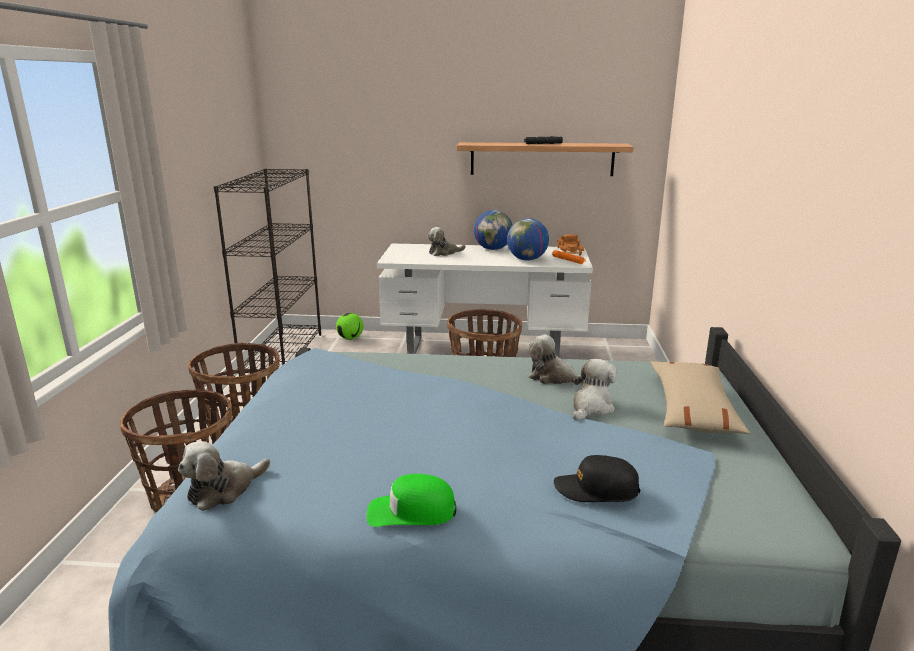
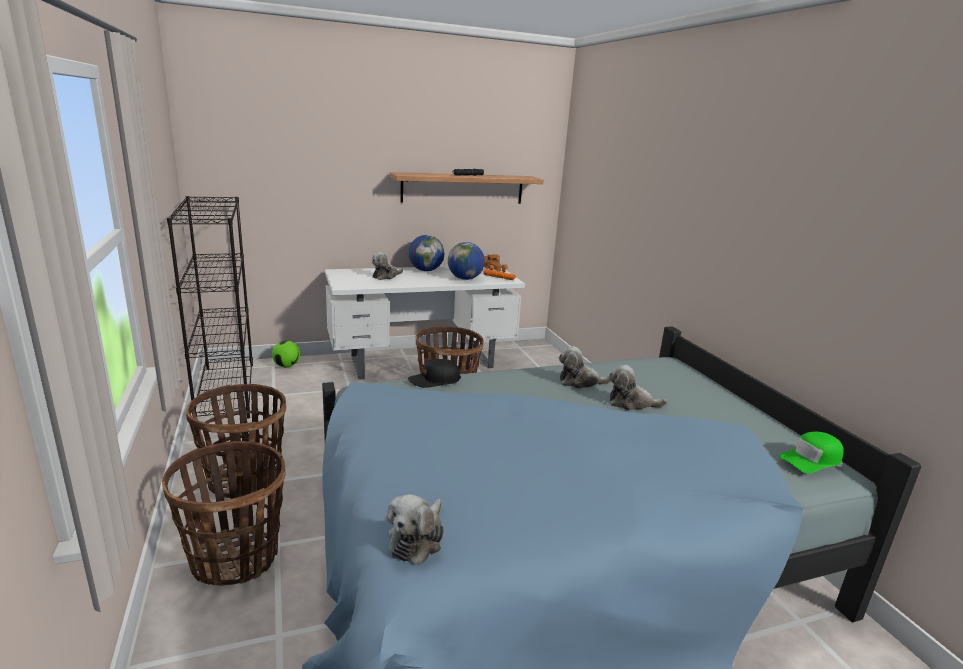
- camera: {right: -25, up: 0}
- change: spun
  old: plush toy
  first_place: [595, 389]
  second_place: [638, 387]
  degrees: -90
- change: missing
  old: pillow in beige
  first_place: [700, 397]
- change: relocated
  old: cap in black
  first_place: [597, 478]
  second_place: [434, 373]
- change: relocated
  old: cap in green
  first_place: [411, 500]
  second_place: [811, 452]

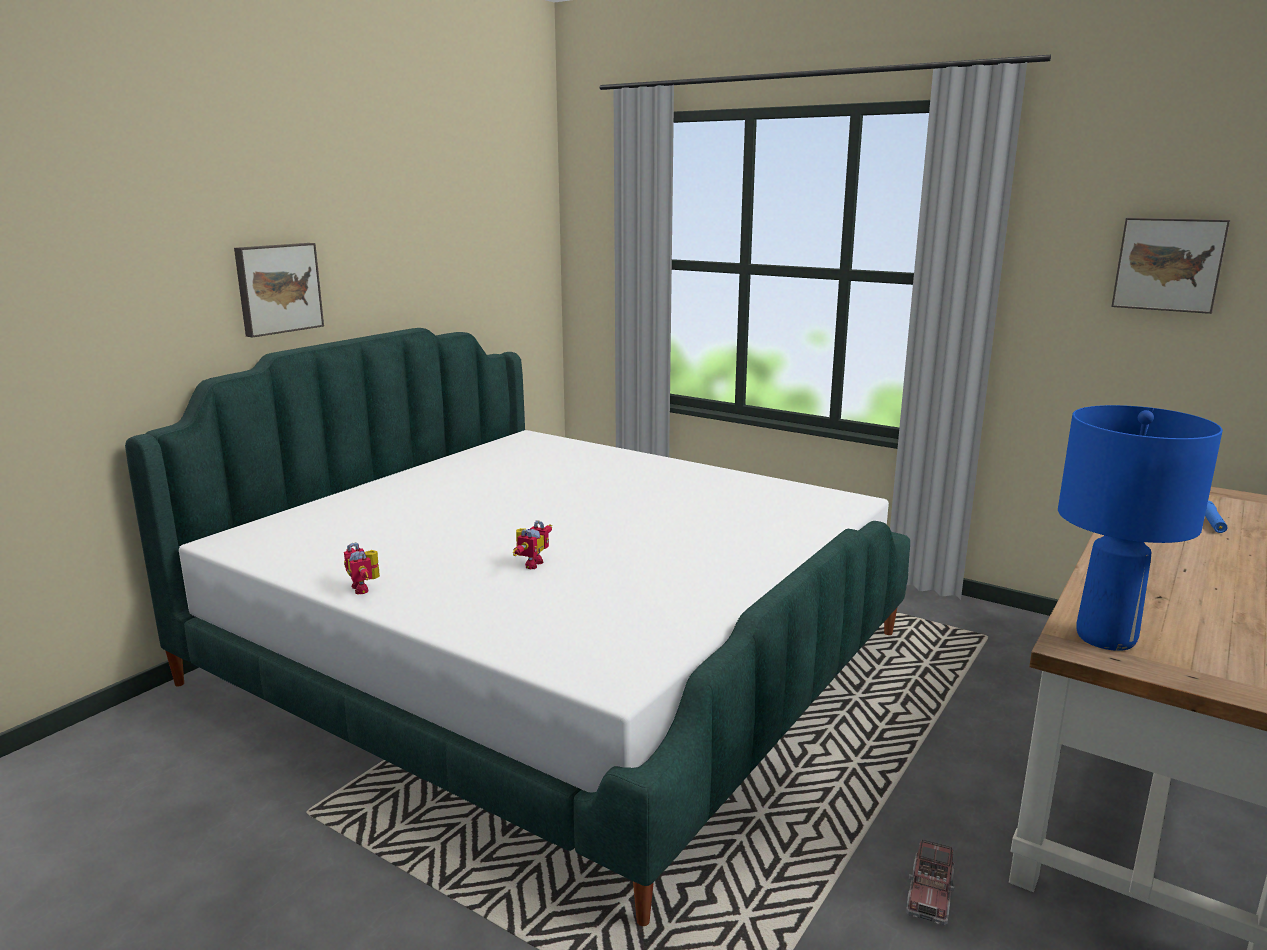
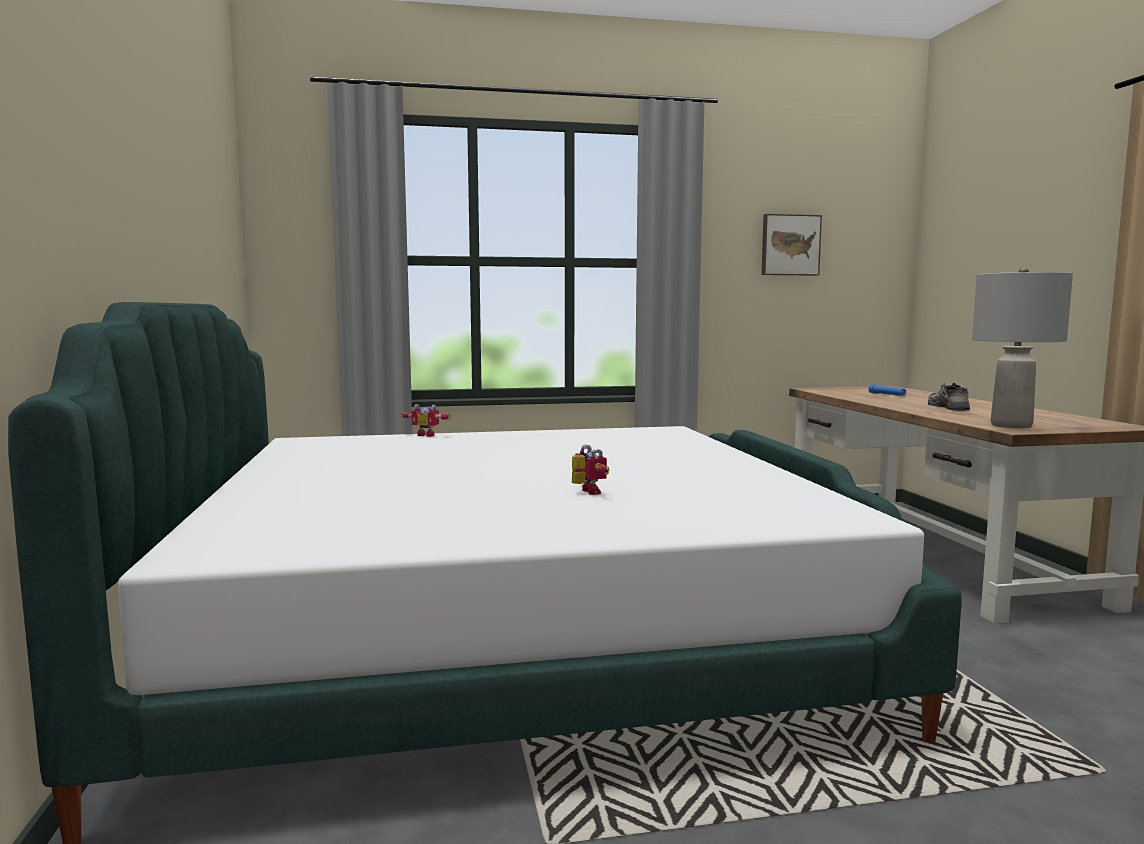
- camera: {right: -45, up: -10}
- change: missing
  old: picture
  first_place: [279, 290]
- change: colour
  old: table lamp in blue
  new: table lamp in grey
  first_place: [1140, 528]
  second_place: [1022, 347]
- change: relocated
  old: toy robot
  first_place: [362, 568]
  second_place: [425, 420]
- change: missing
  old: toy truck
  first_place: [930, 882]
- change: appeared
  new: shoe
  second_place: [949, 397]

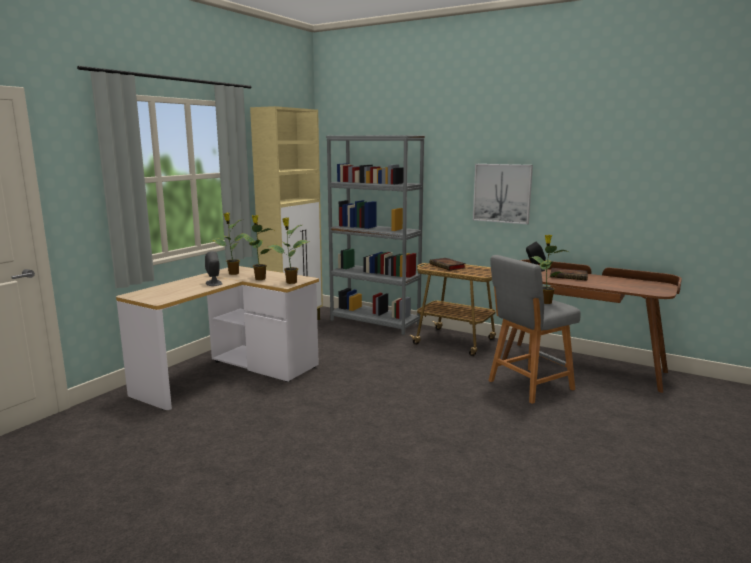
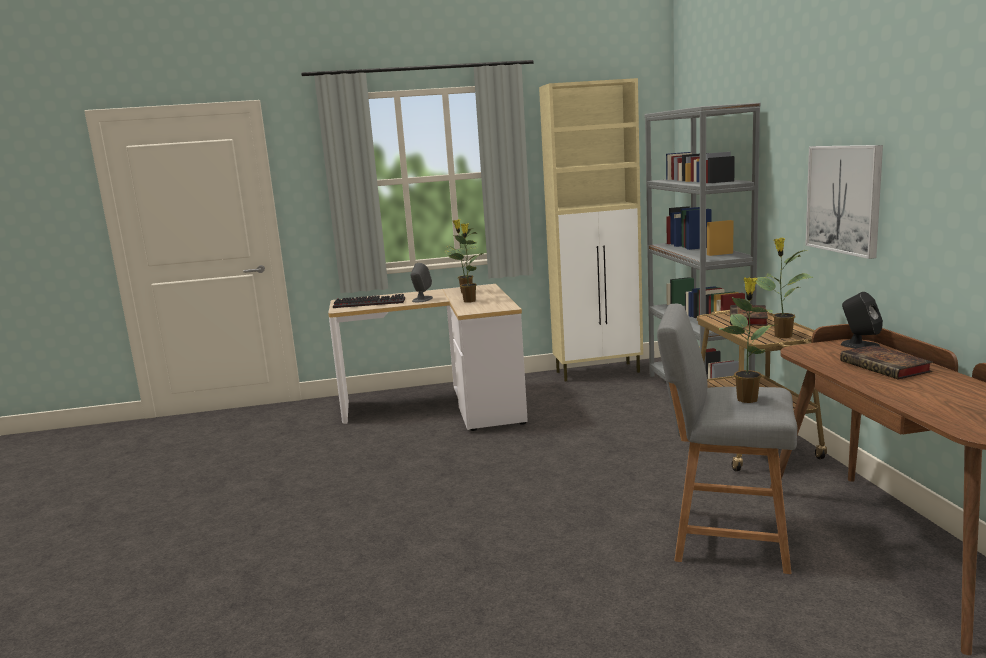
- camera: {right: 50, up: 0}
- change: relocated
  old: potted plant
  first_place: [288, 251]
  second_place: [784, 288]
- change: appeared
  new: keyboard
  second_place: [369, 301]

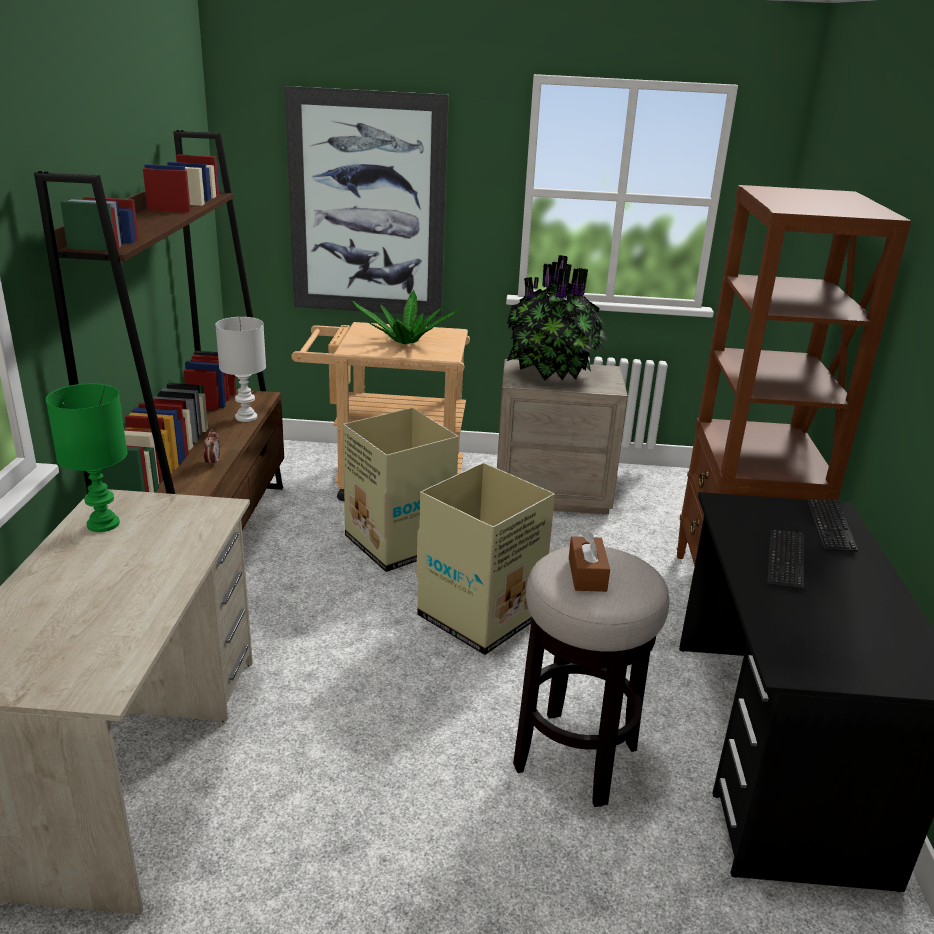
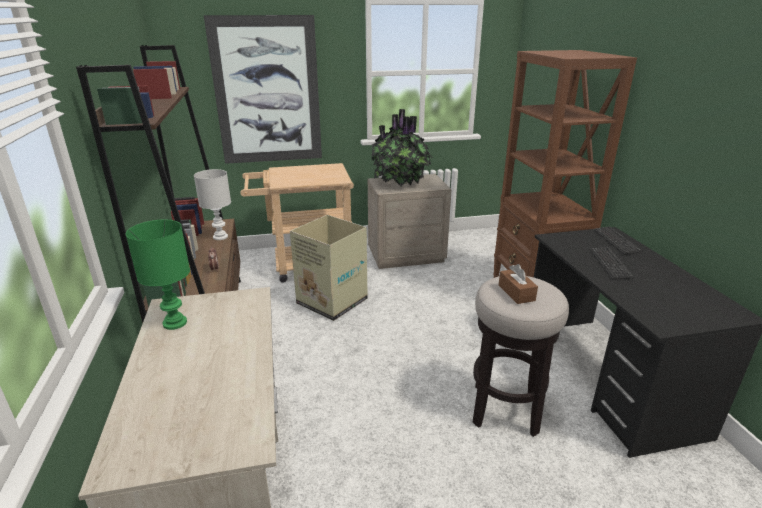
- camera: {right: -15, up: 0}
- change: missing
  old: potted plant
  first_place: [406, 317]
- change: missing
  old: cardboard box
  first_place: [485, 559]

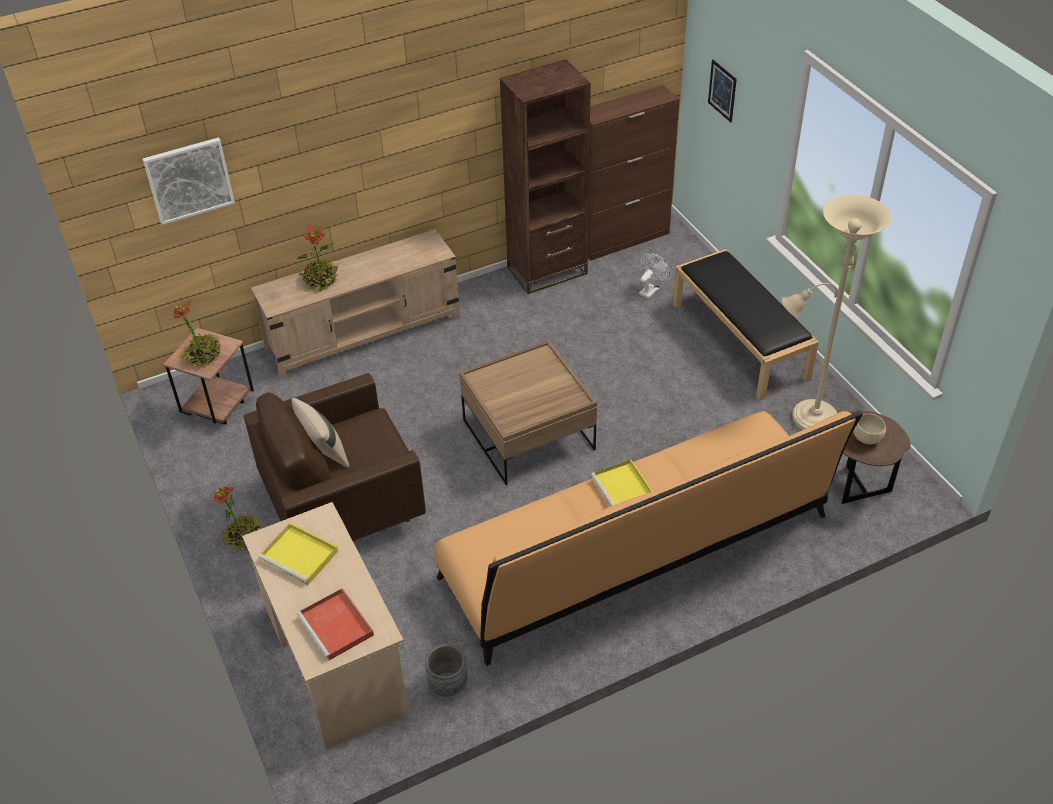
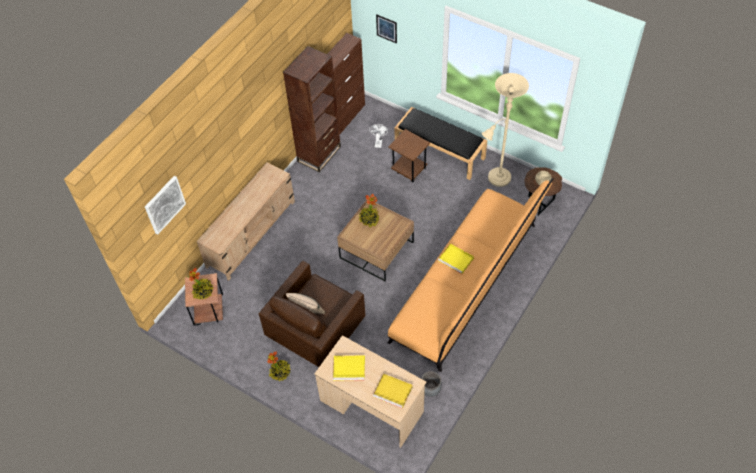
- camera: {right: -30, up: 10}
- change: relocated
  old: potted plant
  first_place: [317, 258]
  second_place: [369, 210]
- change: colour
  old: tray in red
  new: tray in yellow
  first_place: [335, 624]
  second_place: [393, 391]
- change: appeared
  new: side table in brown
  second_place: [409, 156]

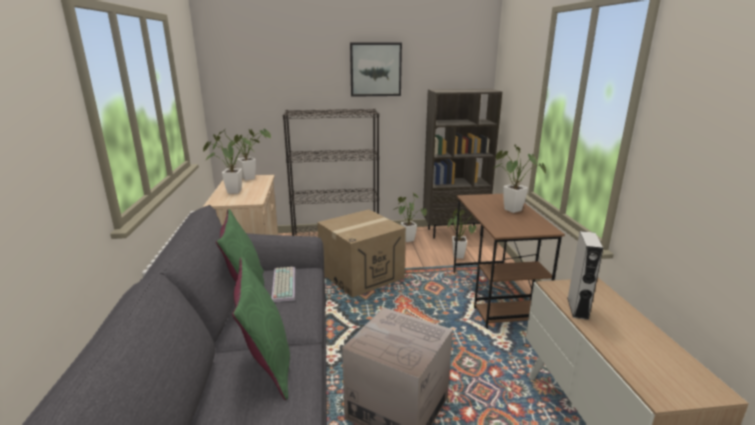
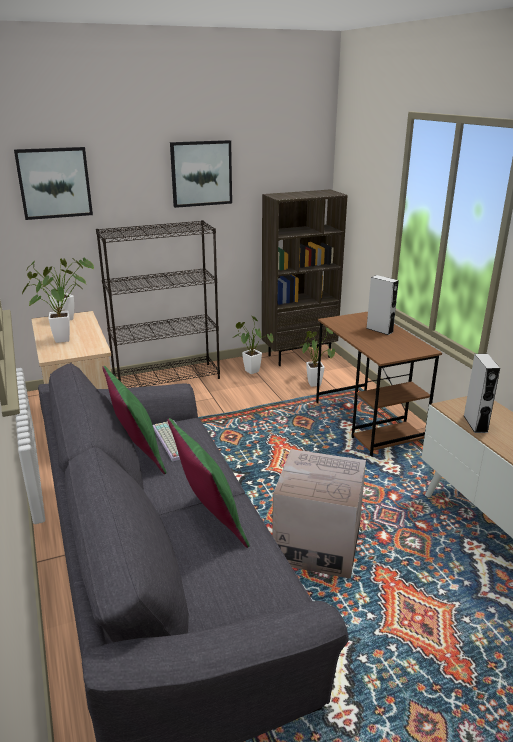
- camera: {right: -15, up: 5}
- change: exchanged
  old: potted plant
  new: speaker in grey
  first_place: [520, 179]
  second_place: [382, 305]
- change: missing
  old: cardboard box
  first_place: [361, 253]
- change: appeared
  new: picture
  second_place: [53, 183]

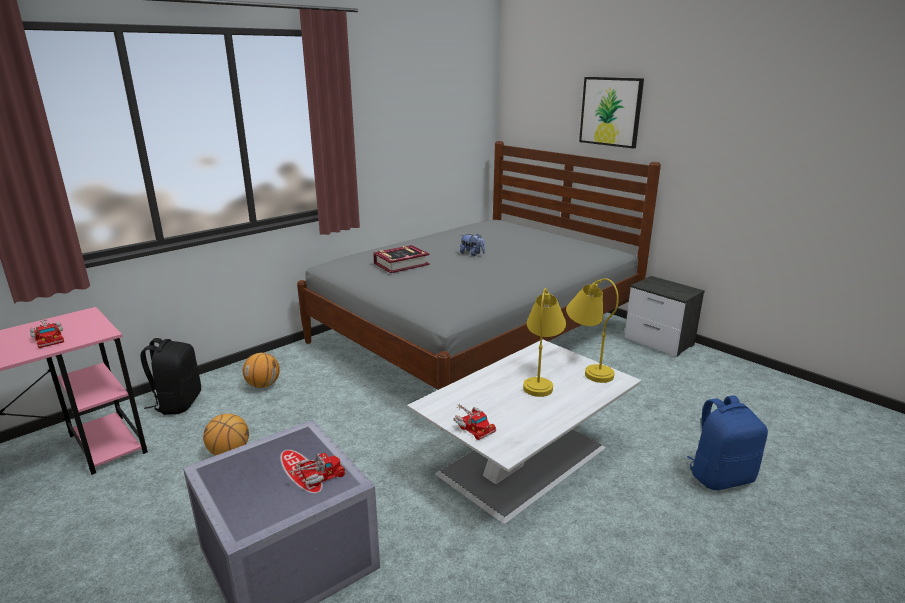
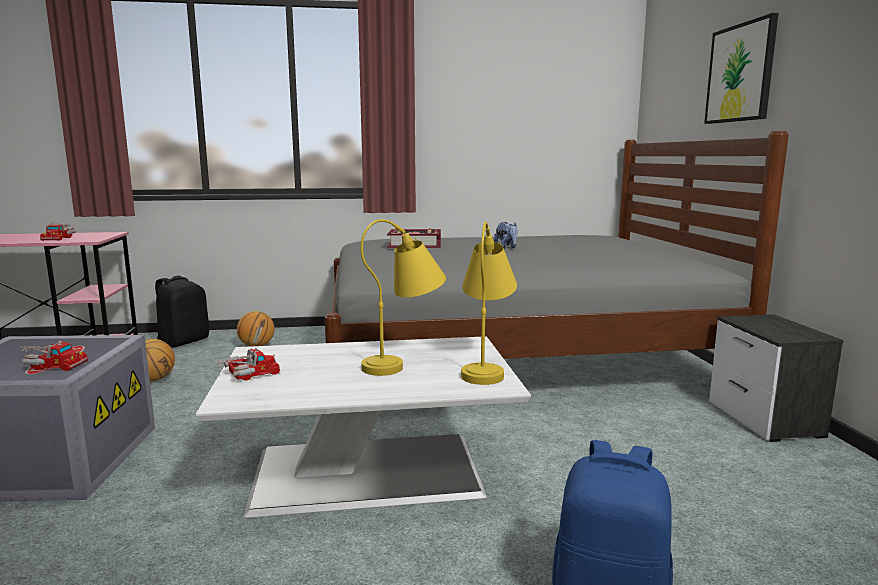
- camera: {right: 35, up: -10}
- change: spun
  old: toy truck
  first_place: [474, 421]
  second_place: [247, 364]
  degrees: -120

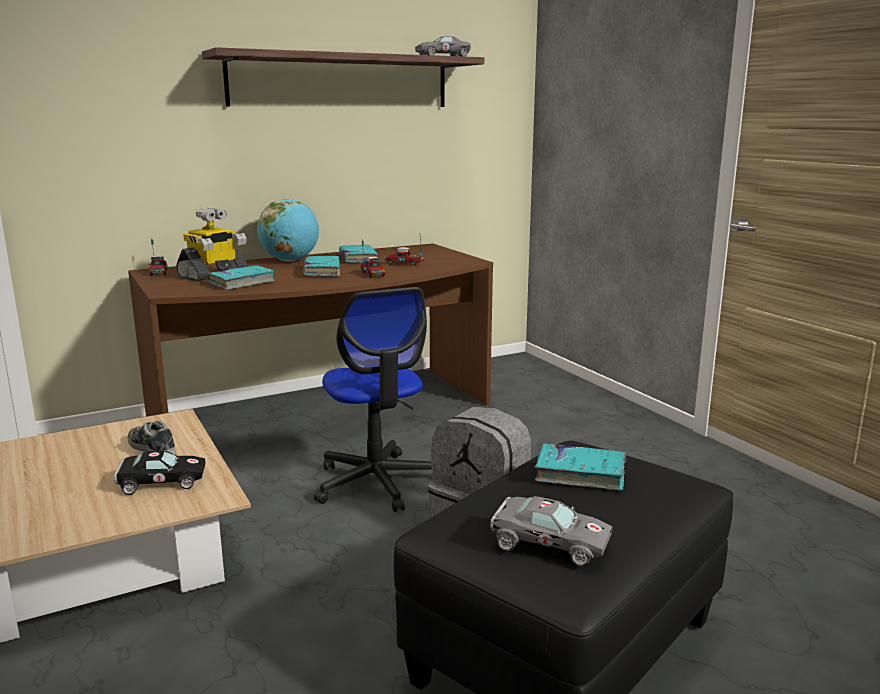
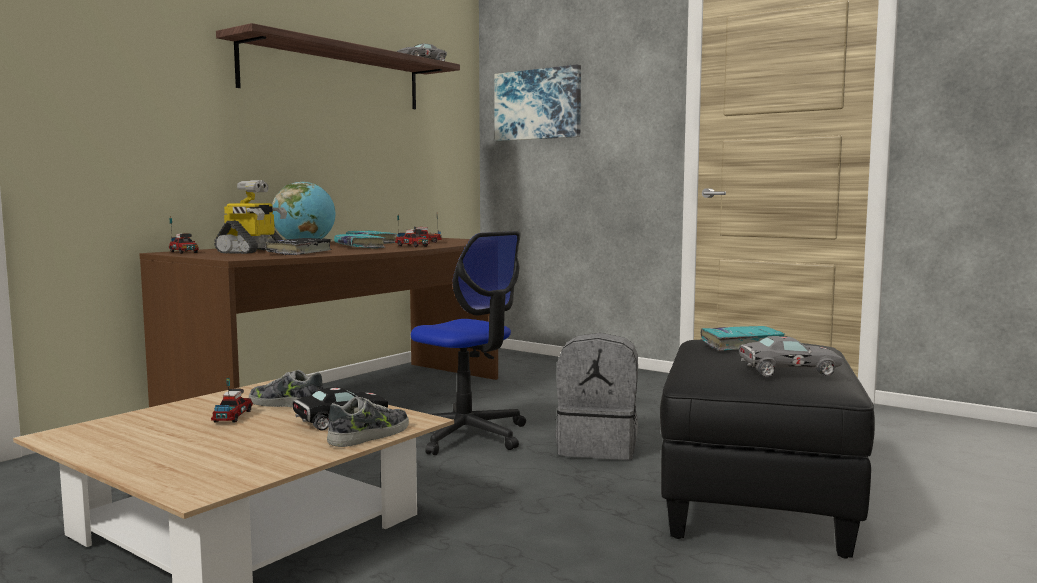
- camera: {right: -25, up: -10}
- change: colour
  old: book in turquoise
  new: book in black
  first_place: [241, 277]
  second_place: [298, 246]
- change: appeared
  new: picture
  second_place: [537, 103]
- change: appeared
  new: toy truck
  second_place: [232, 400]
- change: appeared
  new: shoe
  second_place: [368, 421]

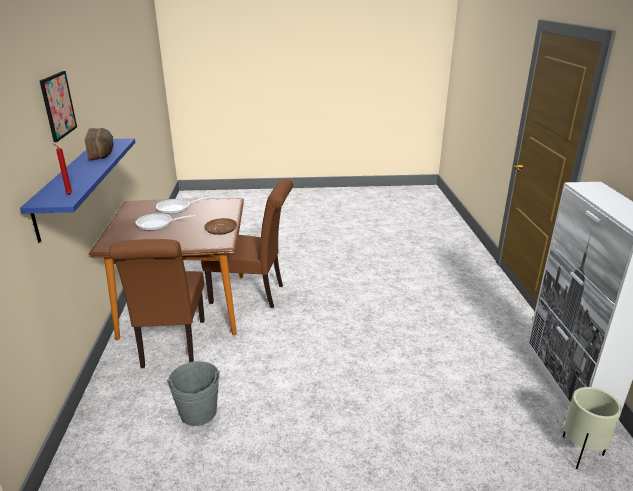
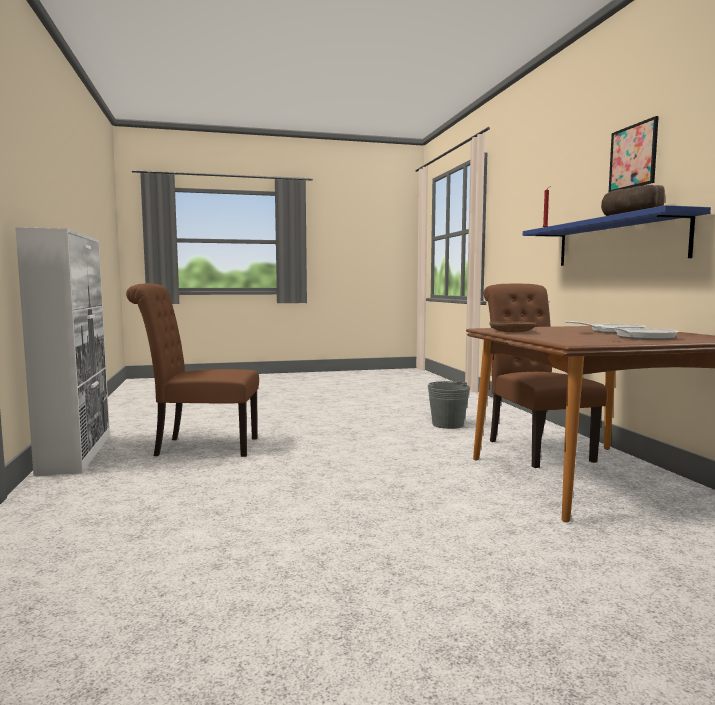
- camera: {right: 170, up: -20}
- change: relocated
  old: chair in brown
  first_place: [247, 243]
  second_place: [192, 370]
- change: missing
  old: planter in beige
  first_place: [592, 428]

